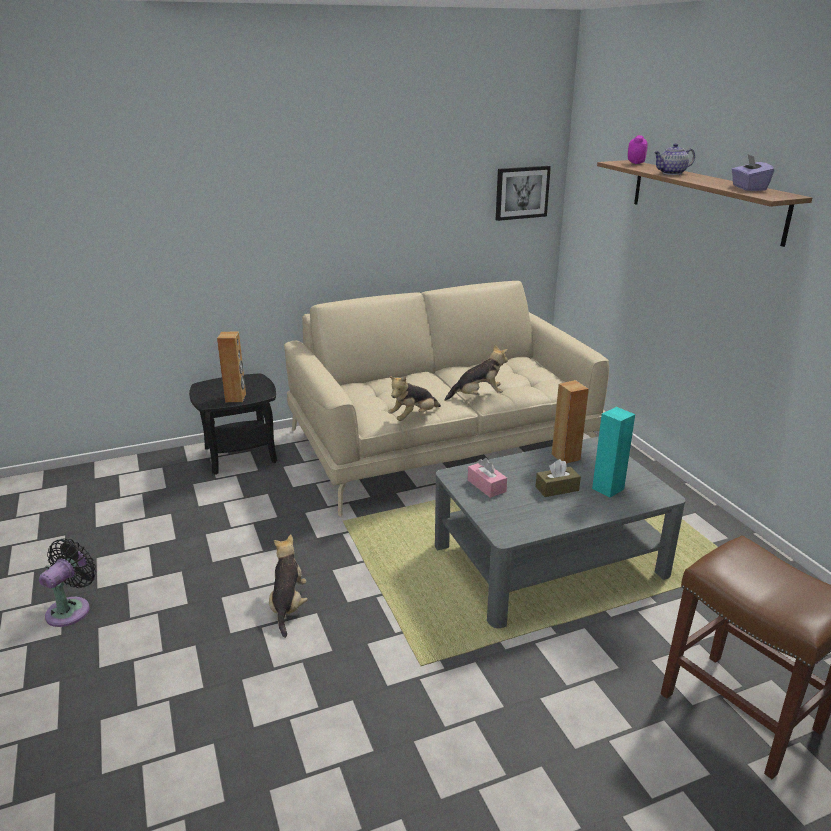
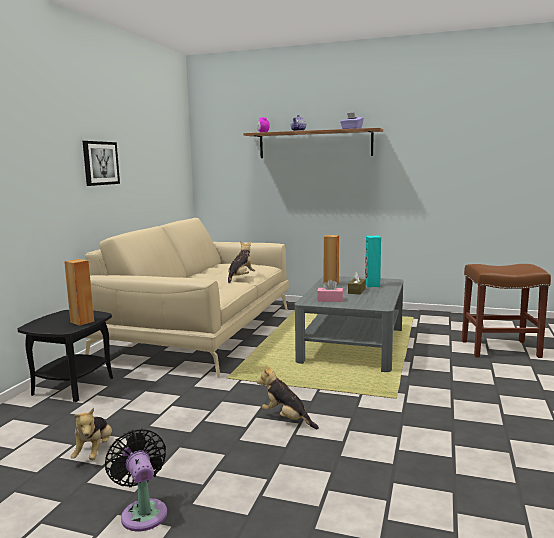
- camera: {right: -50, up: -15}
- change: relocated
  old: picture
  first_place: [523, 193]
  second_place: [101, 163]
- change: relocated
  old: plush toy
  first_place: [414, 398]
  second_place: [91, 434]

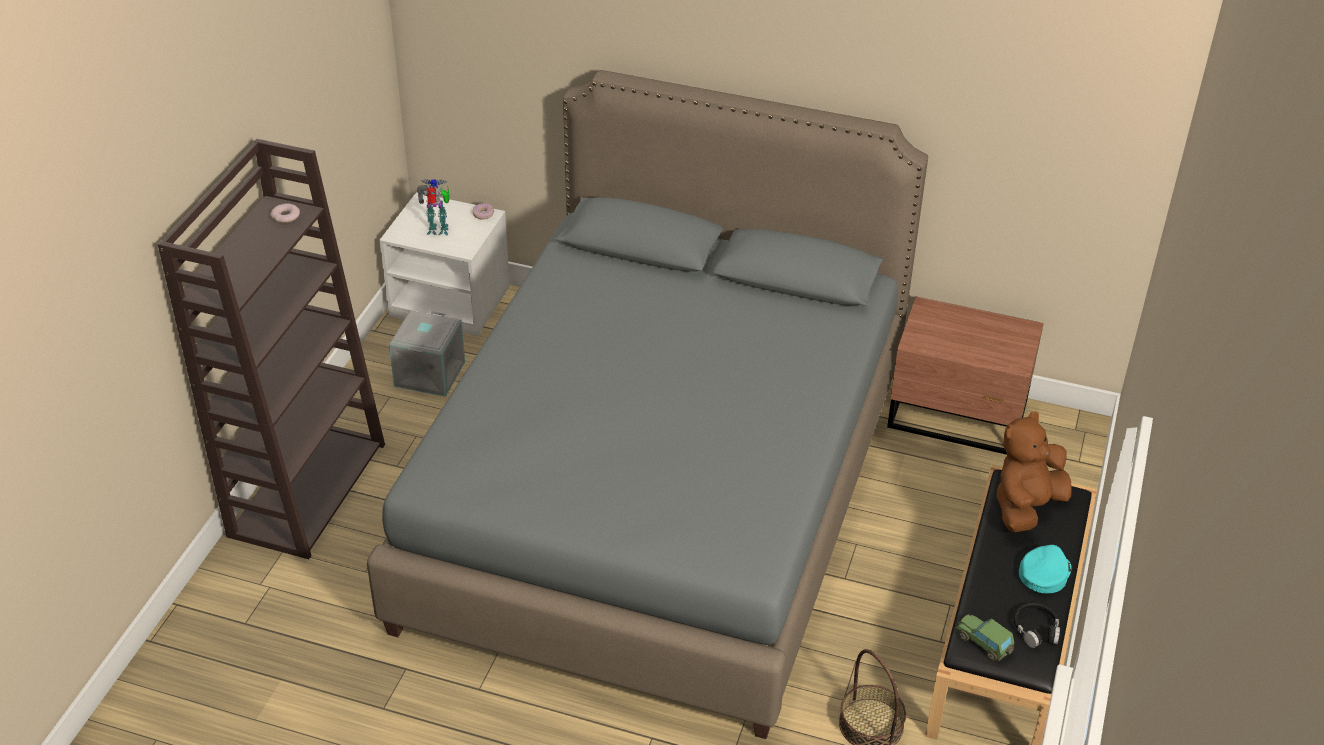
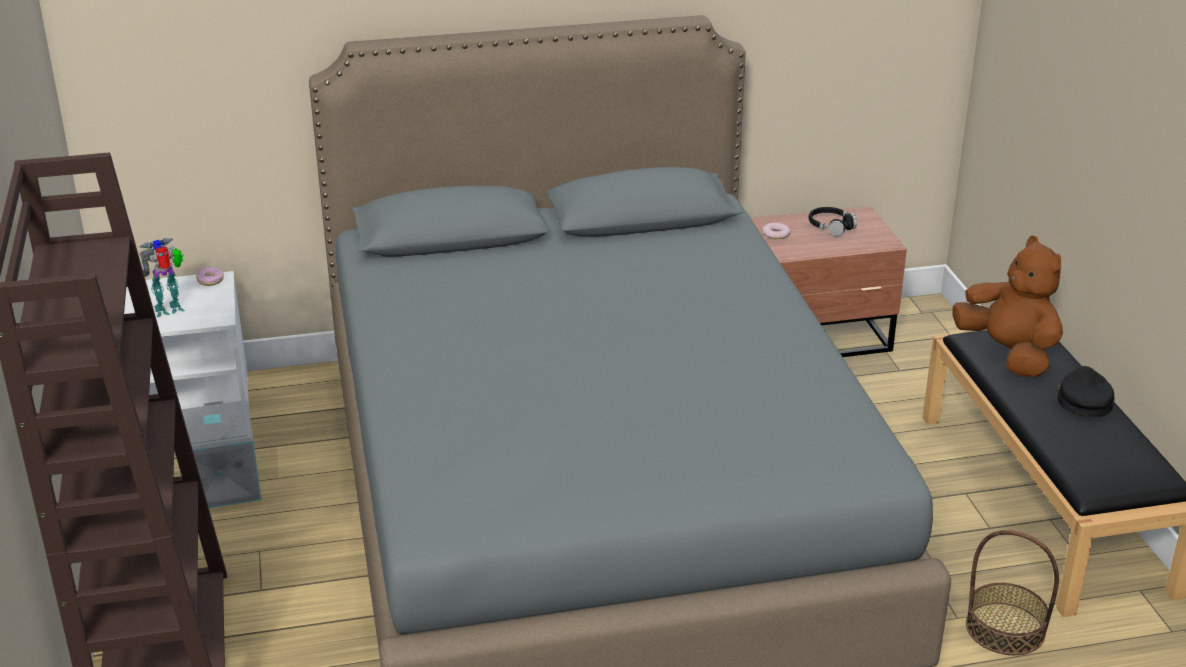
- camera: {right: -30, up: -10}
- change: relocated
  old: donut
  first_place: [285, 213]
  second_place: [776, 231]
- change: spun
  old: plush toy in brown
  first_place: [1034, 471]
  second_place: [1007, 306]
  degrees: 135
- change: colour
  old: cap in turquoise
  new: cap in black
  first_place: [1045, 569]
  second_place: [1086, 391]
- change: relocated
  old: headphones in black
  first_place: [1036, 625]
  second_place: [832, 222]
- change: missing
  old: toy car
  first_place: [984, 637]

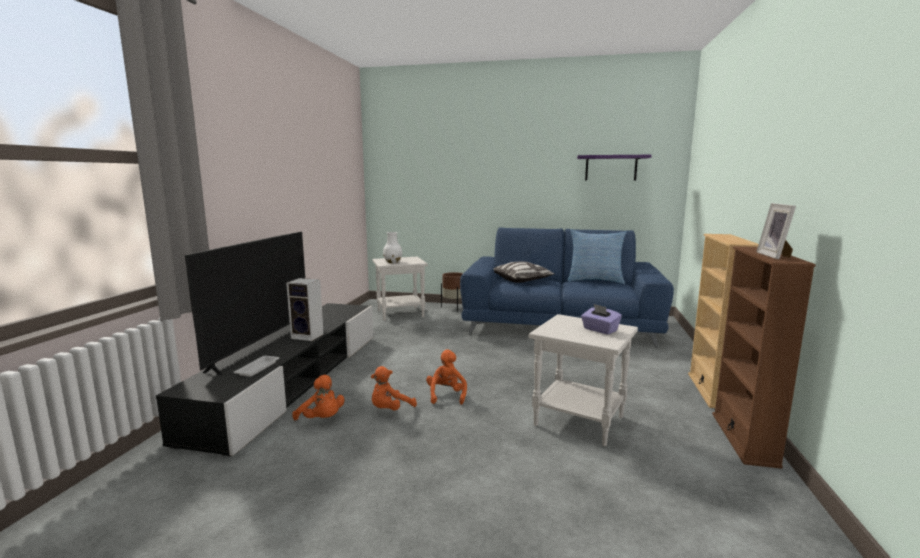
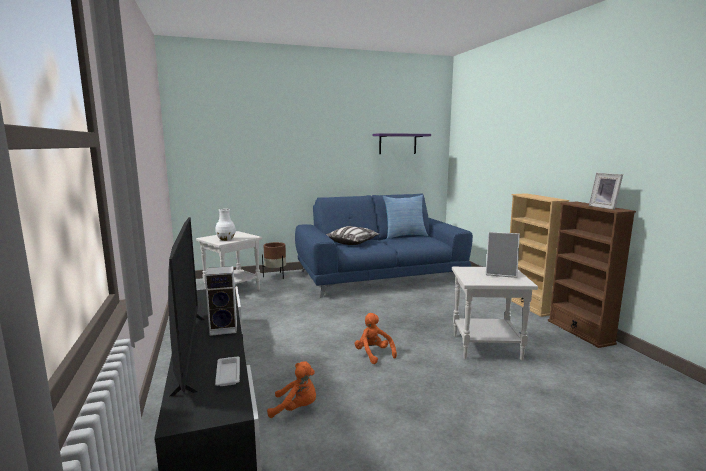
- camera: {right: -30, up: 0}
- change: exchanged
  old: tissue box in purple
  new: picture frame
  first_place: [601, 319]
  second_place: [503, 255]
- change: missing
  old: plush toy in orange
  first_place: [394, 388]

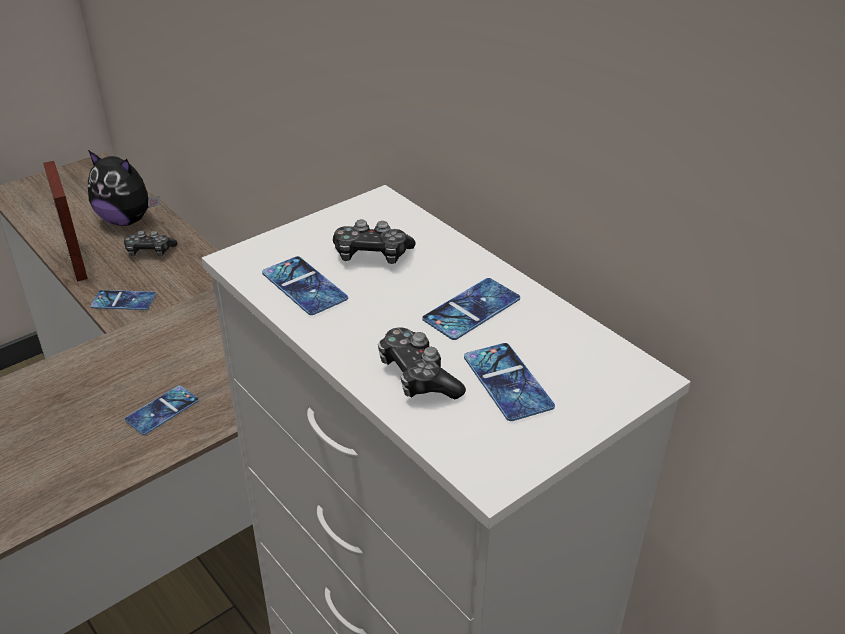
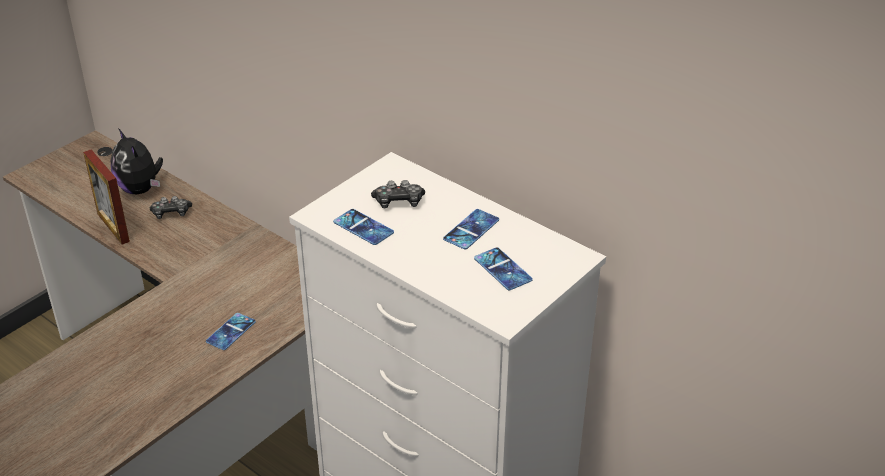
- camera: {right: -10, up: 0}
- change: spun
  old: plush toy
  first_place: [124, 188]
  second_place: [137, 161]
  degrees: 45
- change: missing
  old: phone
  first_place: [123, 300]
- change: missing
  old: game controller
  first_place: [422, 363]

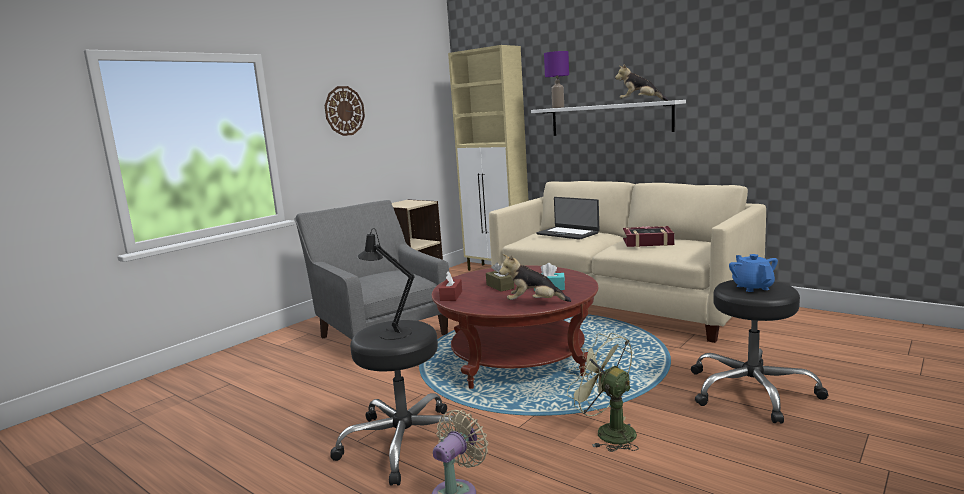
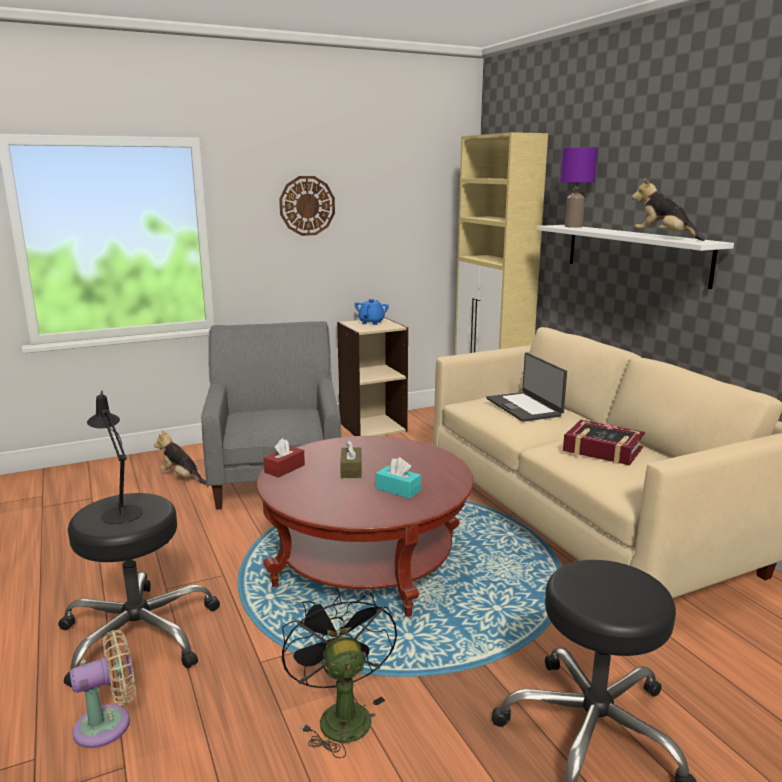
- camera: {right: 25, up: 5}
- change: relocated
  old: plush toy
  first_place: [535, 278]
  second_place: [180, 457]
- change: relocated
  old: teapot in blue
  first_place: [753, 273]
  second_place: [372, 312]
- change: colour
  old: fan in green
  new: fan in black
  first_place: [603, 392]
  second_place: [339, 673]

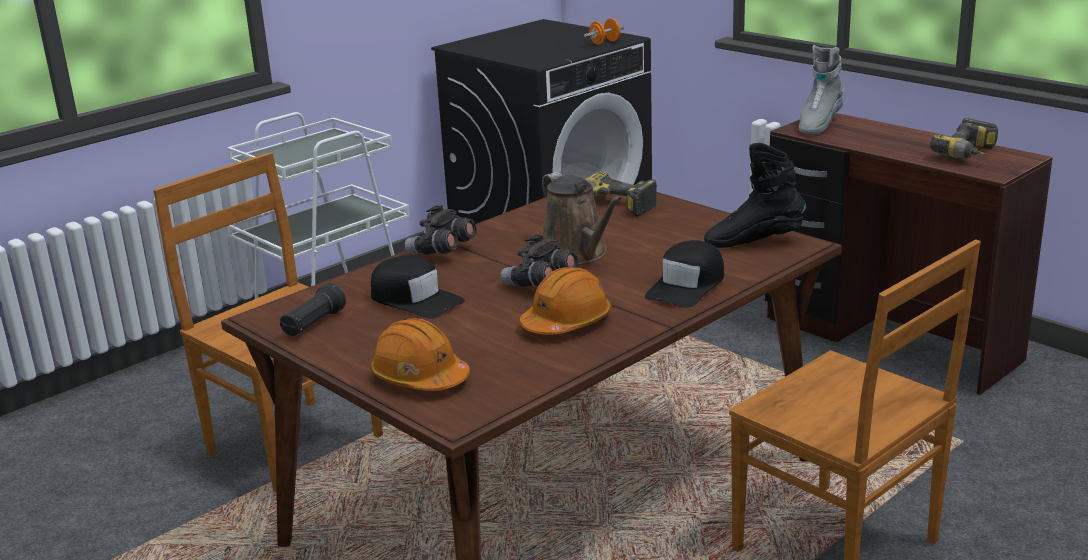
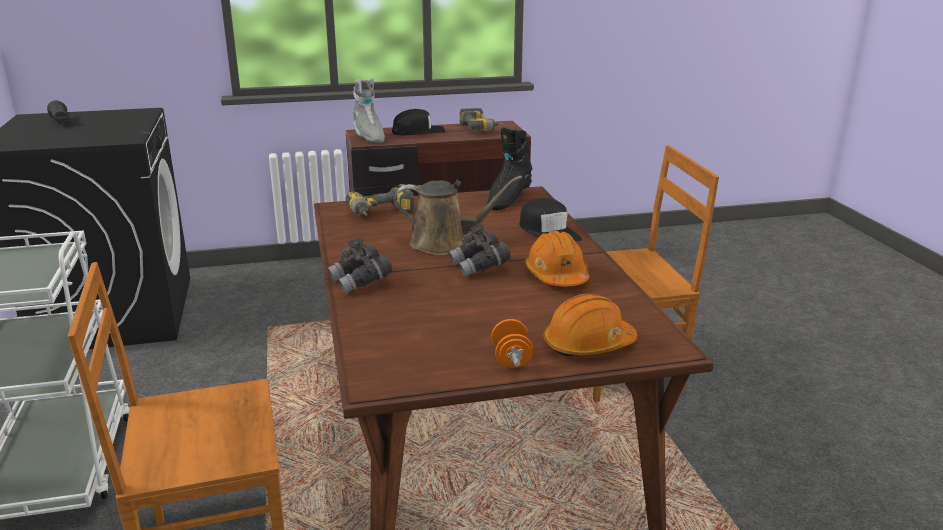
- camera: {right: -60, up: 0}
- change: relocated
  old: dumbbell in orange
  first_place: [604, 31]
  second_place: [512, 343]
- change: relocated
  old: cap in black
  first_place: [418, 287]
  second_place: [418, 122]
- change: relocated
  old: flashlight in black
  first_place: [313, 309]
  second_place: [58, 112]

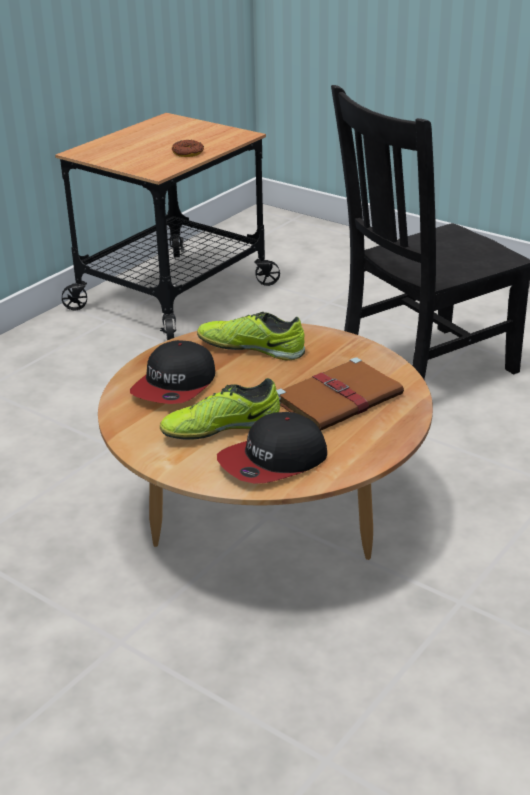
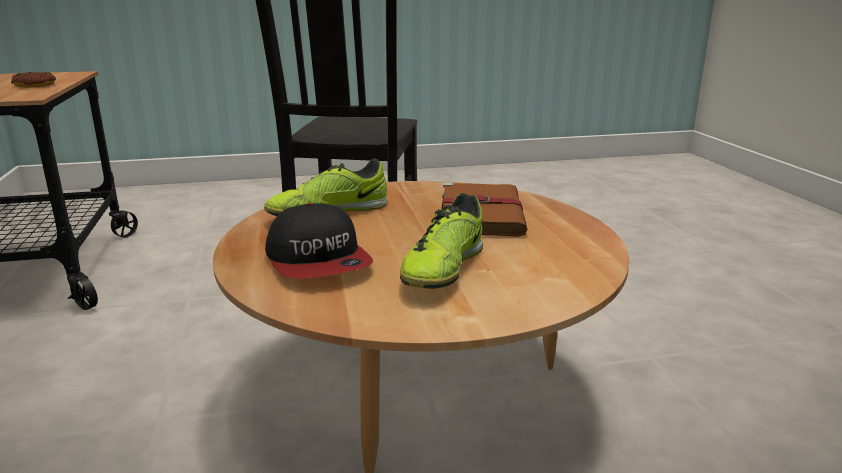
- camera: {right: -50, up: -10}
- change: missing
  old: cap
  first_place: [272, 448]

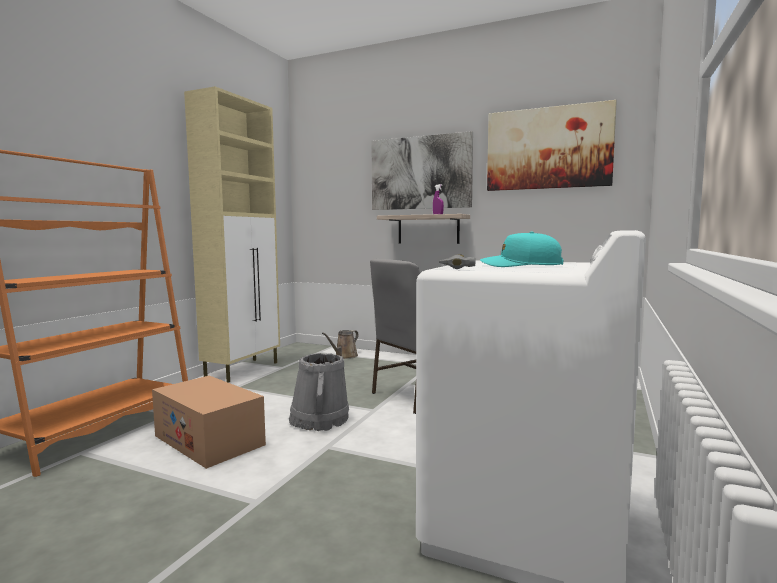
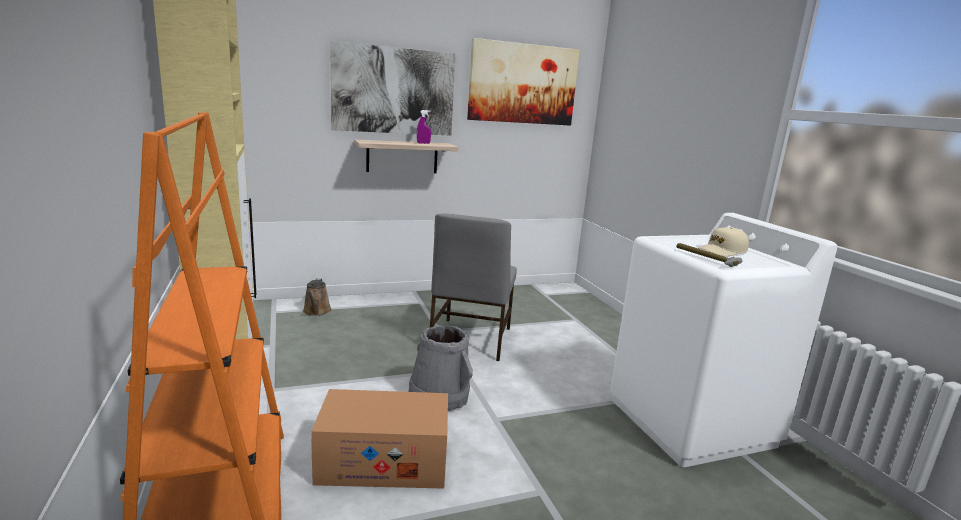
- camera: {right: -45, up: 10}
- change: colour
  old: cap in turquoise
  new: cap in beige
  first_place: [521, 249]
  second_place: [723, 242]

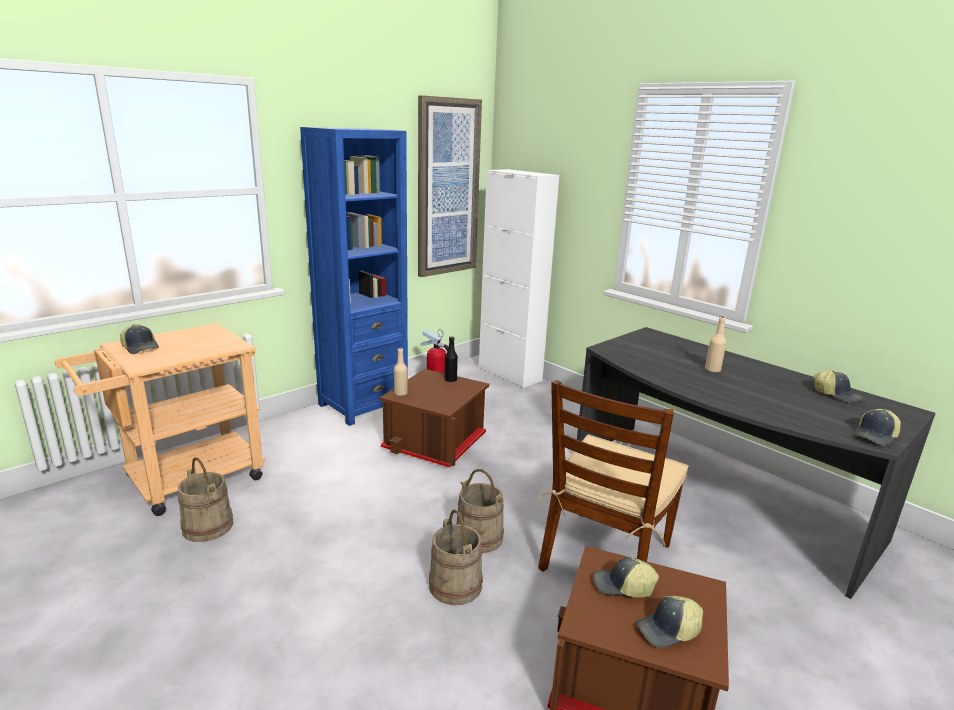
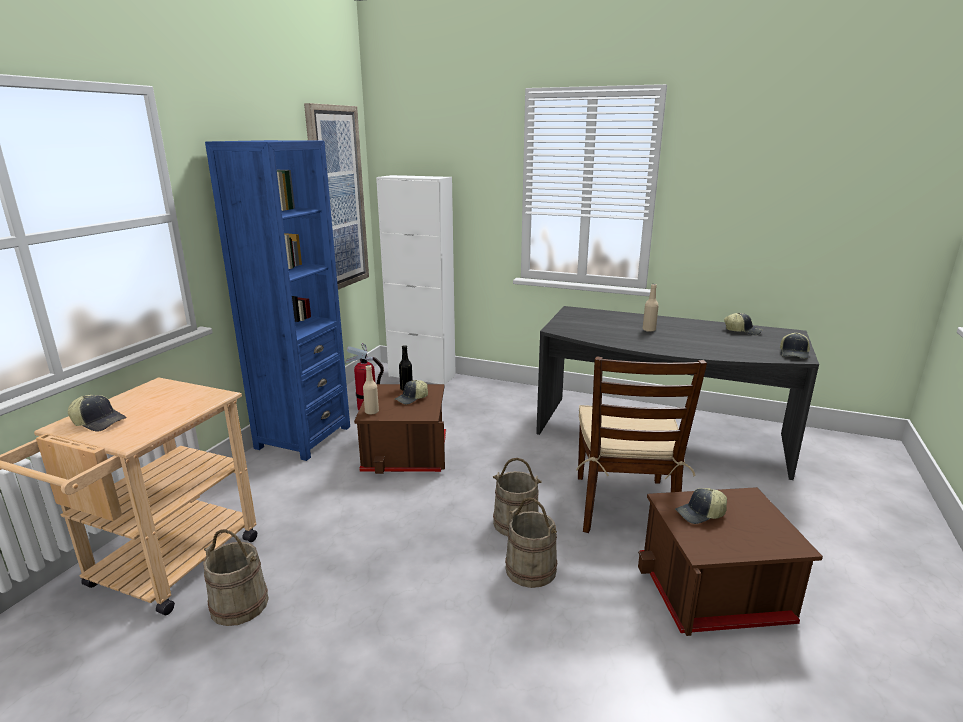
- camera: {right: -25, up: 0}
- change: relocated
  old: cap
  first_place: [669, 622]
  second_place: [411, 392]

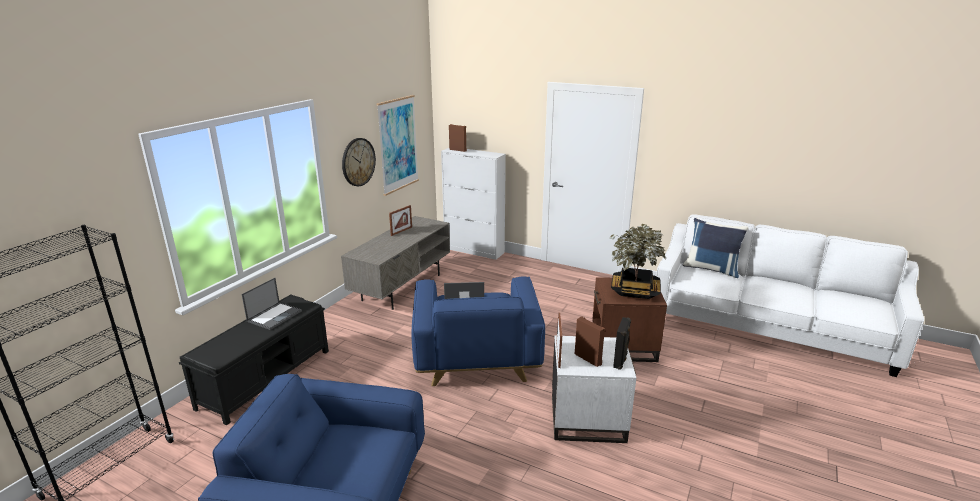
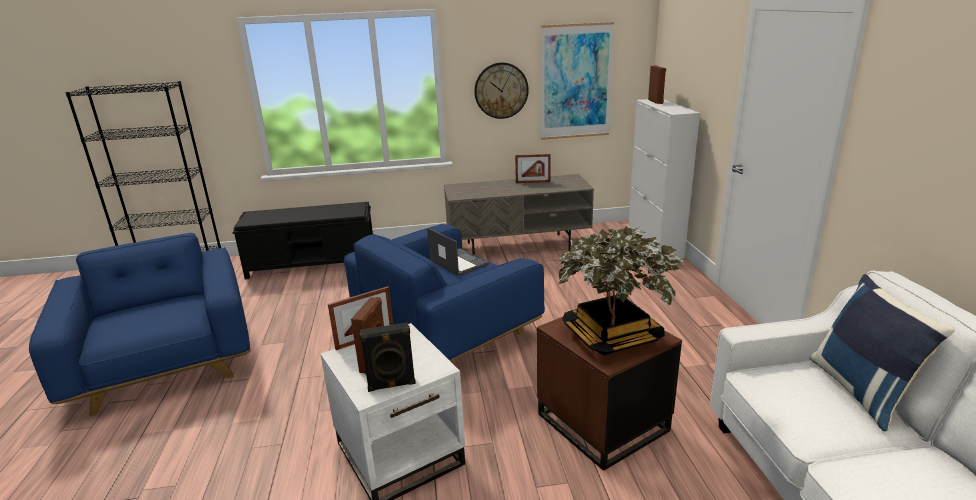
- camera: {right: 55, up: 0}
- change: missing
  old: laptop
  first_place: [272, 304]

